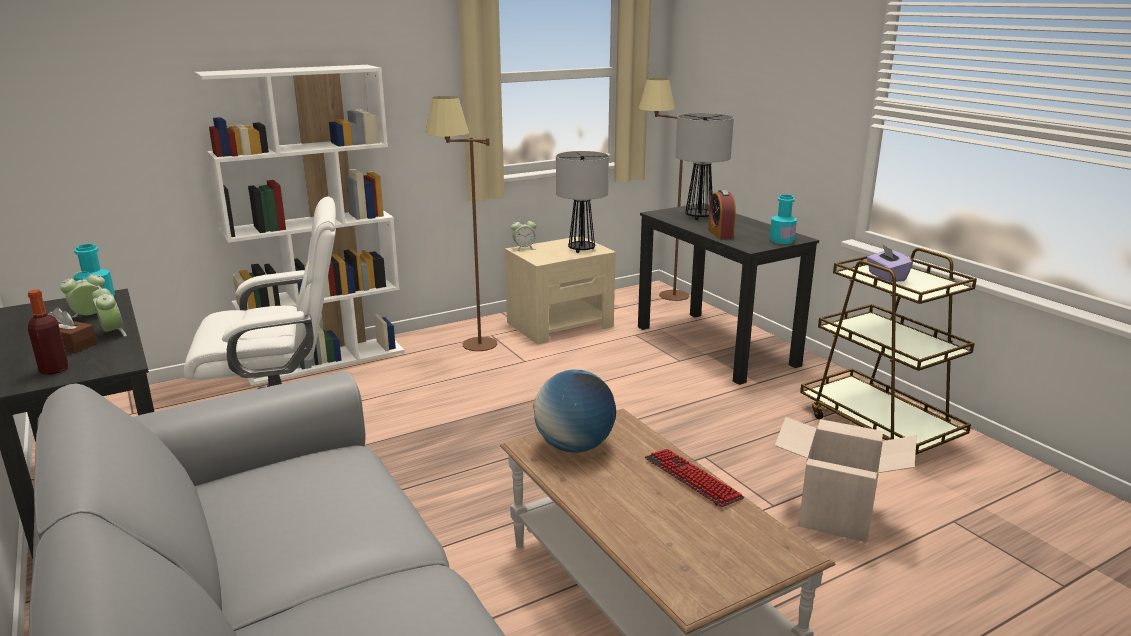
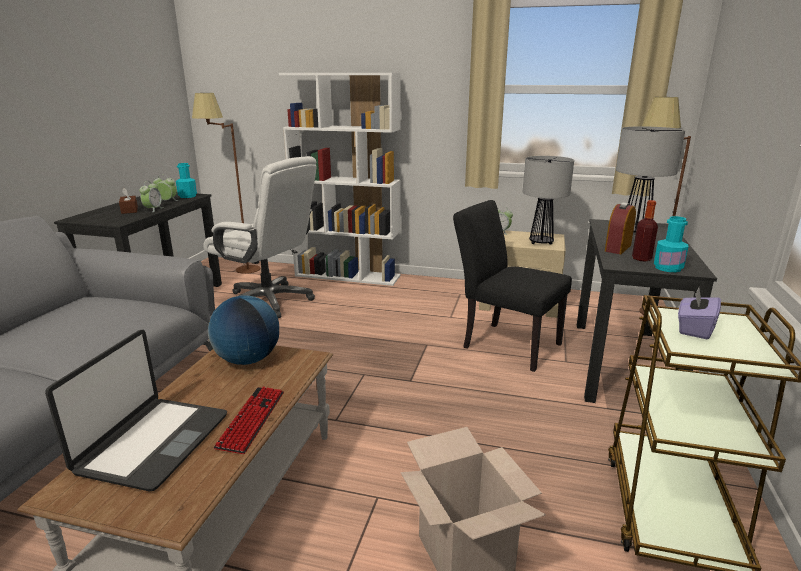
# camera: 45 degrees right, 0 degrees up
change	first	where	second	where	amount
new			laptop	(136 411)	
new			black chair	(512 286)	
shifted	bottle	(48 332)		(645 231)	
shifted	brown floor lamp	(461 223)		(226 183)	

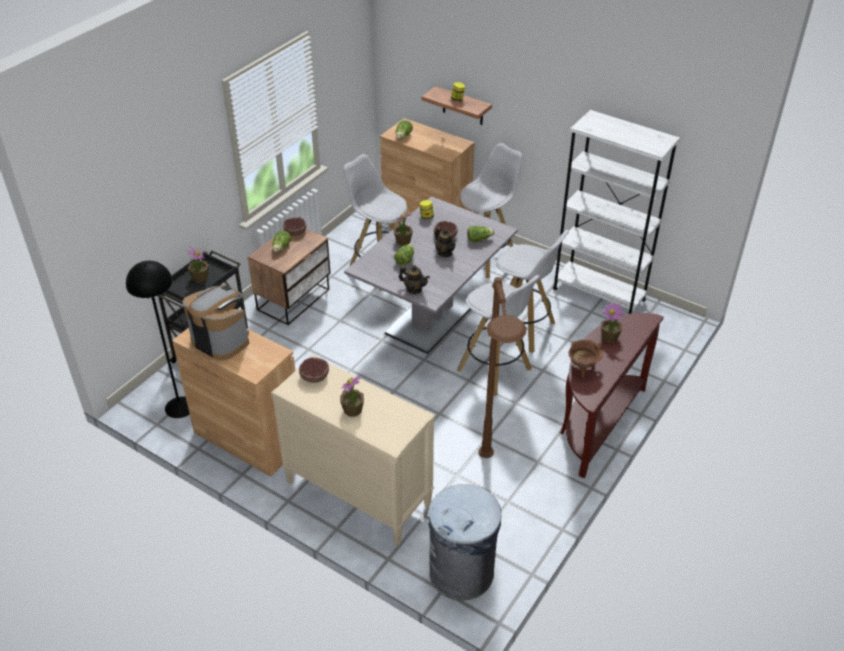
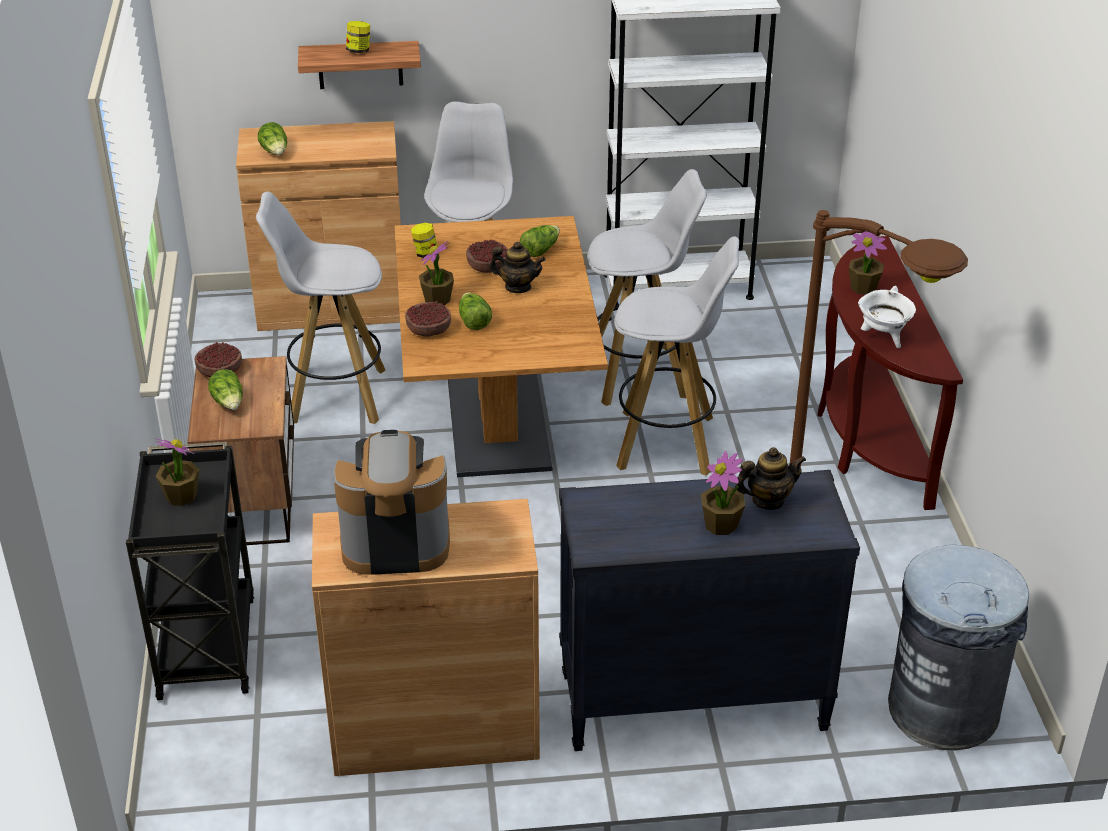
# camera: 40 degrees left, 5 degrees down
change	first	where	second	where	amount
gone	black floor lamp	(157 339)			
shifted	bowl	(314 370)		(428 319)	
shifted	teapot	(414 279)		(770 478)	
repainted	beige dresser	(353 450)	black dresser	(709 610)	
repainted	grey dining table	(431 275)	brown dining table	(501 346)	
repainted	brown cooking pot	(585 359)	white cooking pot	(887 317)	

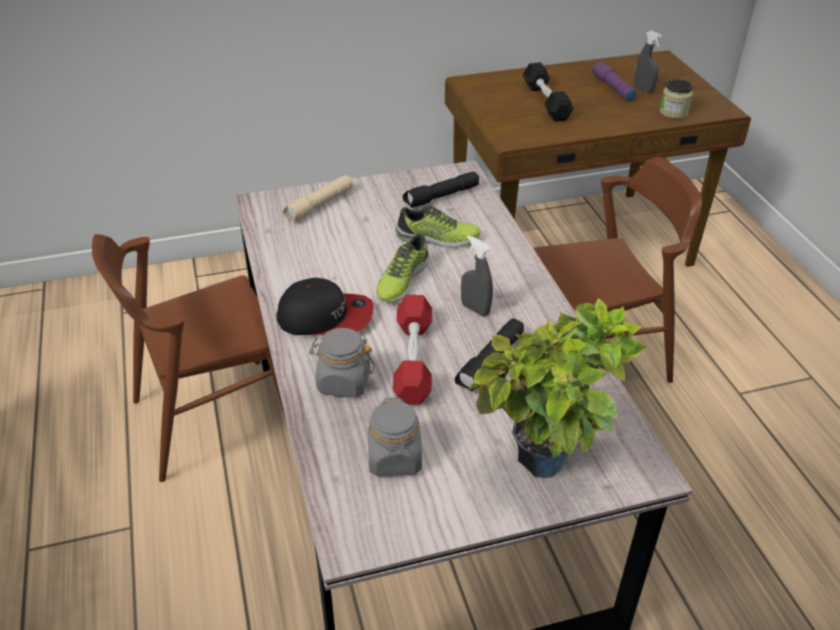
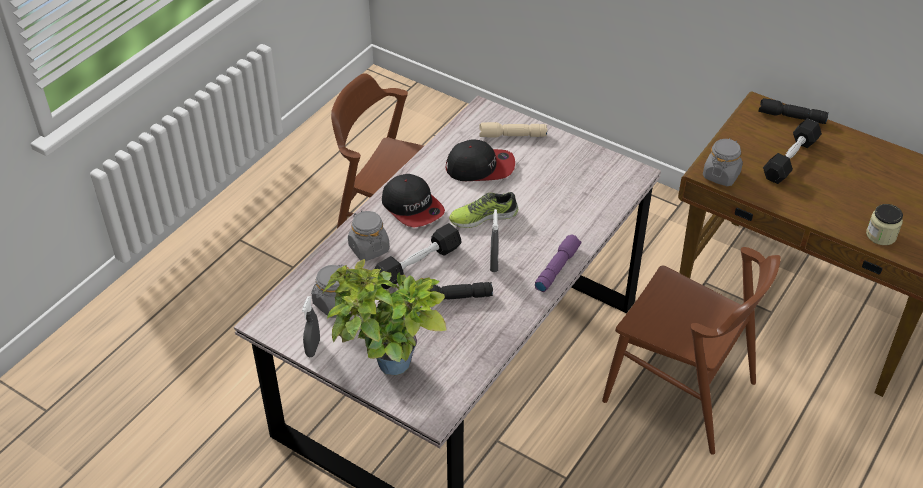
# camera: 50 degrees right, 5 degrees up
change	first	where	second	where	amount
gone	shoe	(438 226)			
new			cap	(480 160)	
new			grey jar	(723 162)	
shifted	black flashlight	(441 190)		(793 111)	
shifted	purple flashlight	(614 81)		(558 263)	
shifted	grey spray bottle	(648 61)		(311 326)	
repainted	red dumbbell	(412 350)	black dumbbell	(418 256)	

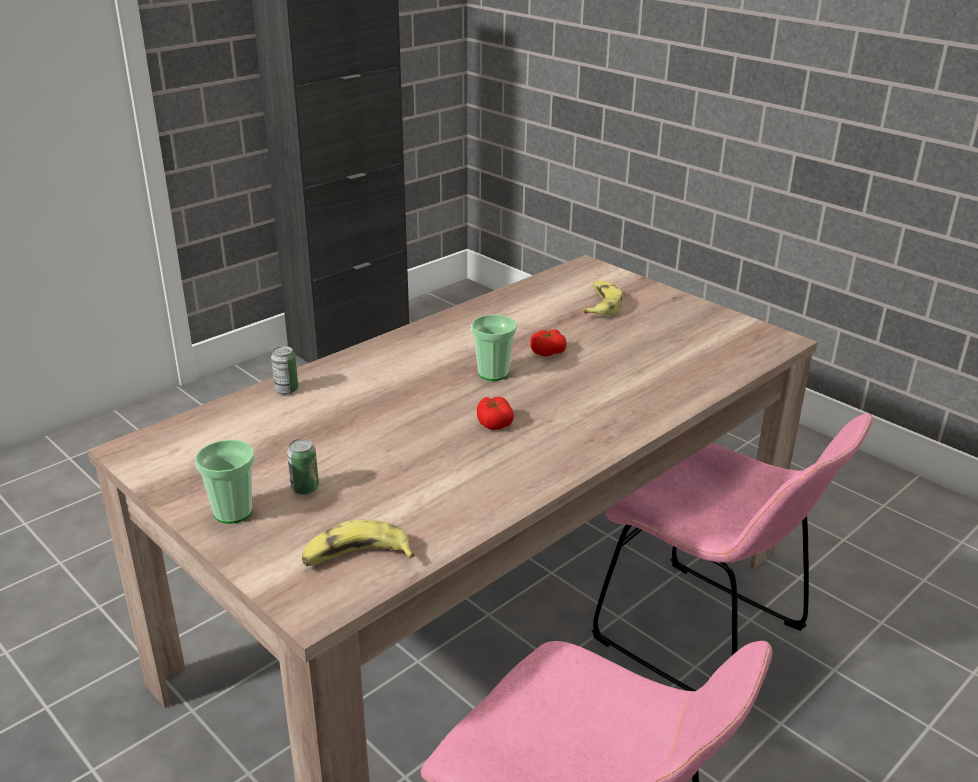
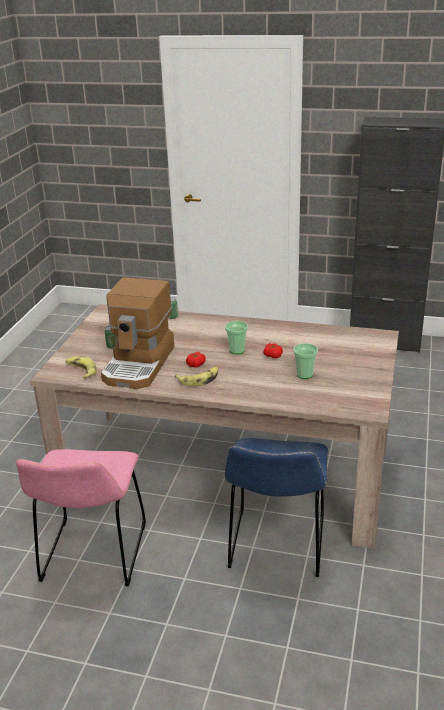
# camera: 60 degrees right, 0 degrees up
change	first	where	second	where	amount
new			coffee machine	(137 333)	
shifted	cup	(225 482)		(305 361)	
shifted	banana	(602 298)		(196 376)	
repainted	pink chair	(732 552)	blue chair	(276 507)	

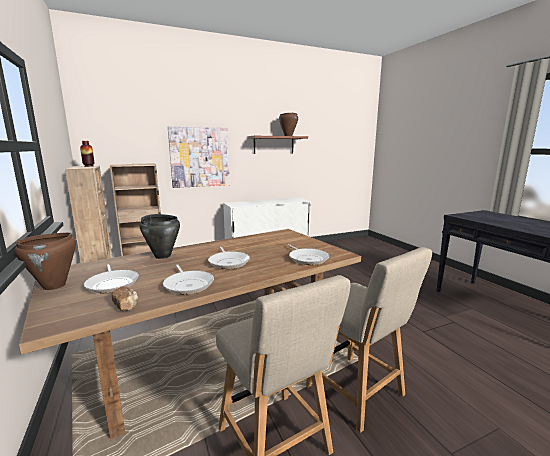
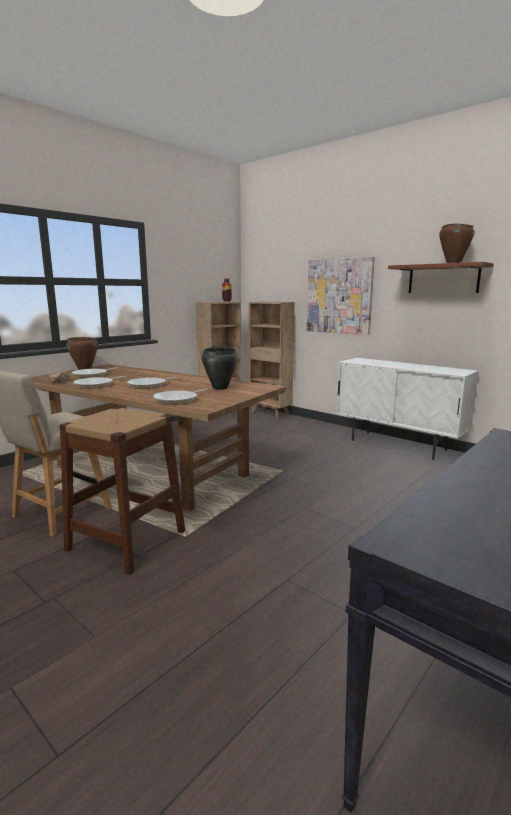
# camera: 65 degrees right, 0 degrees up
change	first	where	second	where	amount
shifted	black cooking pot	(159 236)		(219 368)	
swapped	beige chair	(368 340)	brown stool	(122 491)	

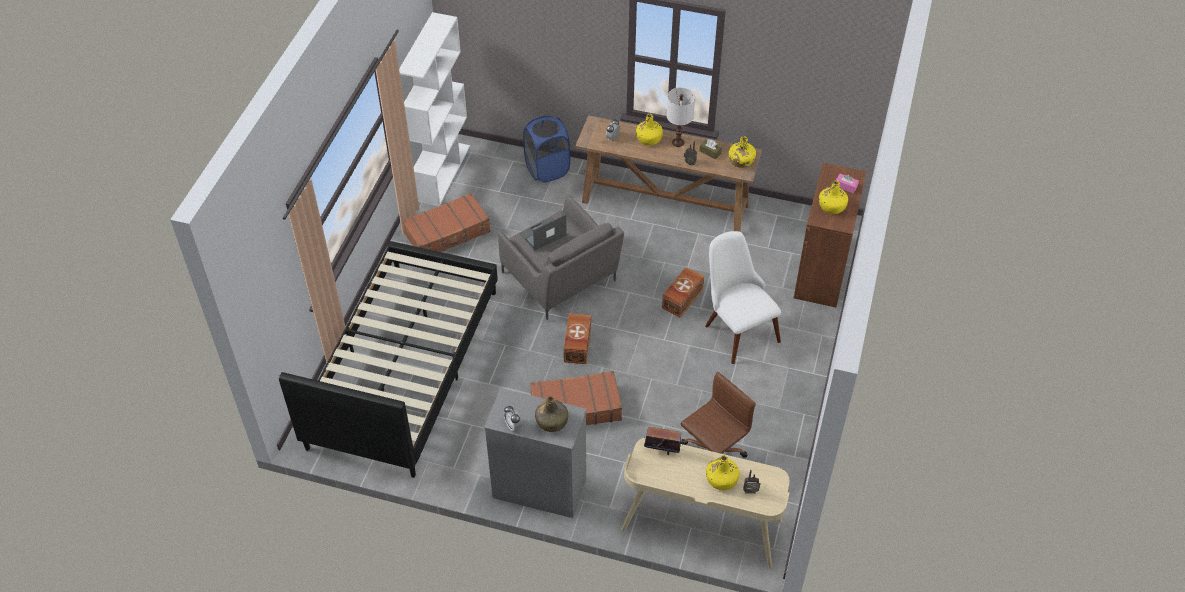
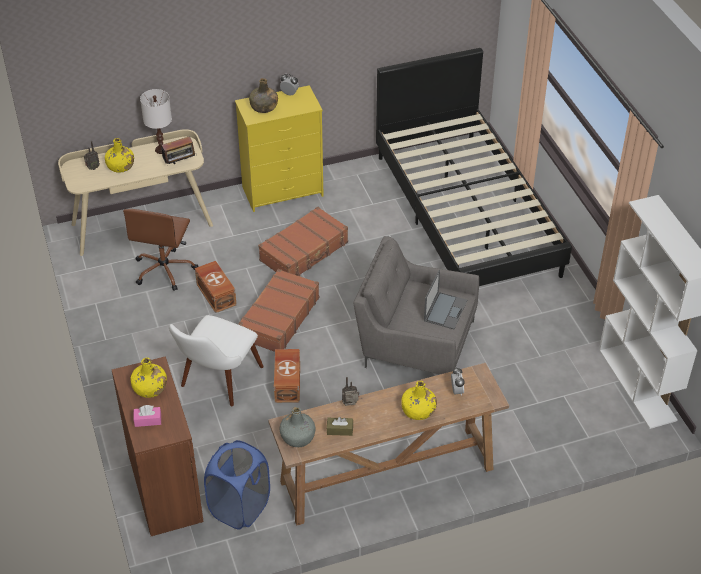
# camera: 145 degrees right, 5 degrees down
change	first	where	second	where	amount
shifted	brown suitcase	(447 222)		(279 310)	
shifted	blue laundry basket	(546 149)		(237 485)	
shifted	brown storage box	(577 338)		(216 287)	
shifted	white table lamp	(681 117)		(156 121)	
repainted	grey dresser	(535 453)	yellow dresser	(279 148)	
repainted	yellow bottle	(742 152)	grey bottle	(297 427)	
rotated	white chair	(743 297)		(216 360)	90 degrees clockwise

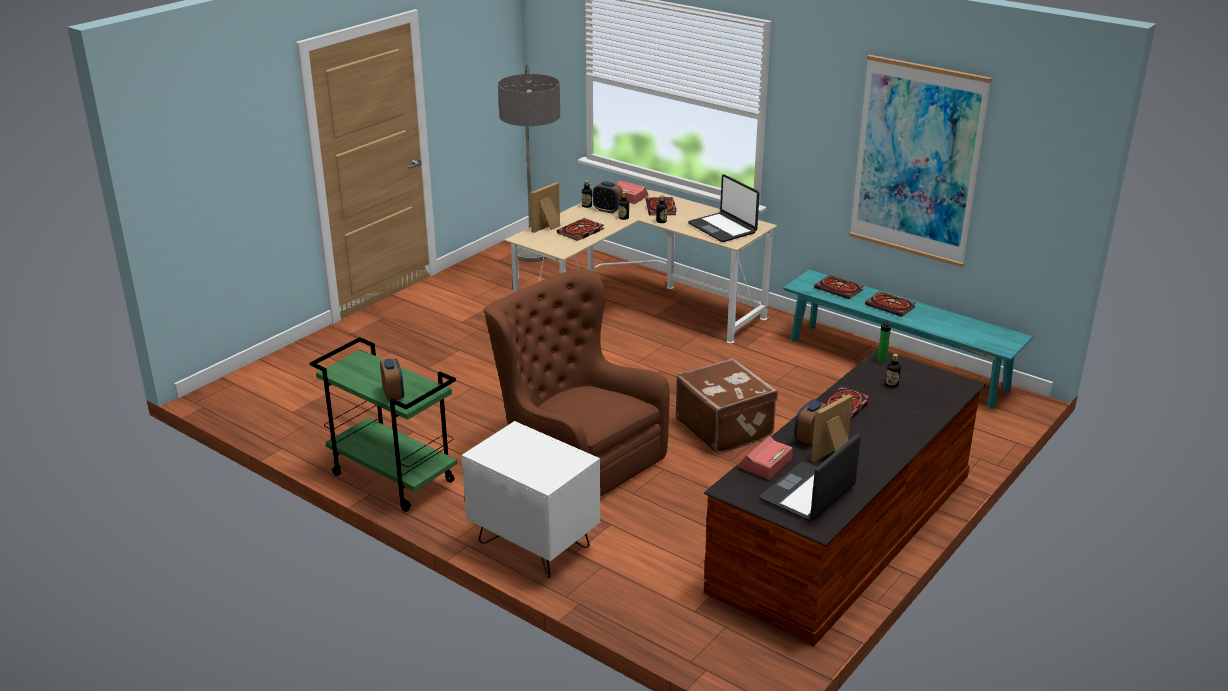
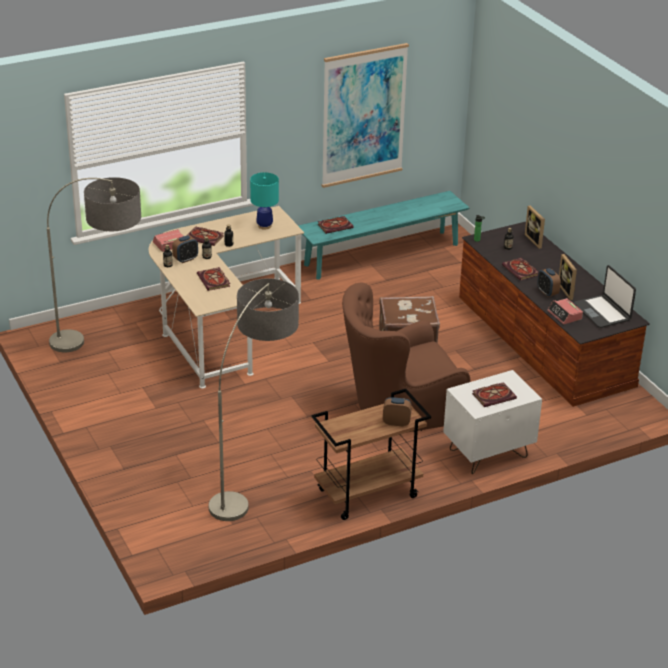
# camera: 65 degrees left, 5 degrees up
change	first	where	second	where	amount
new			floor lamp	(254 399)	
shifted	picture frame	(545 207)		(535 227)	
shifted	book	(890 304)		(494 394)	
swapped	laptop	(723 208)	turquoise table lamp	(264 201)	
repainted	green cart	(383 424)	brown cart	(371 454)	

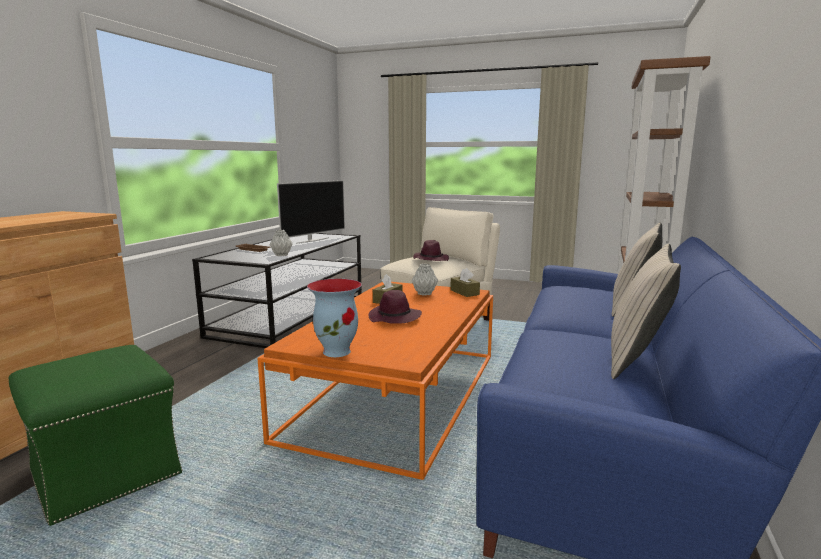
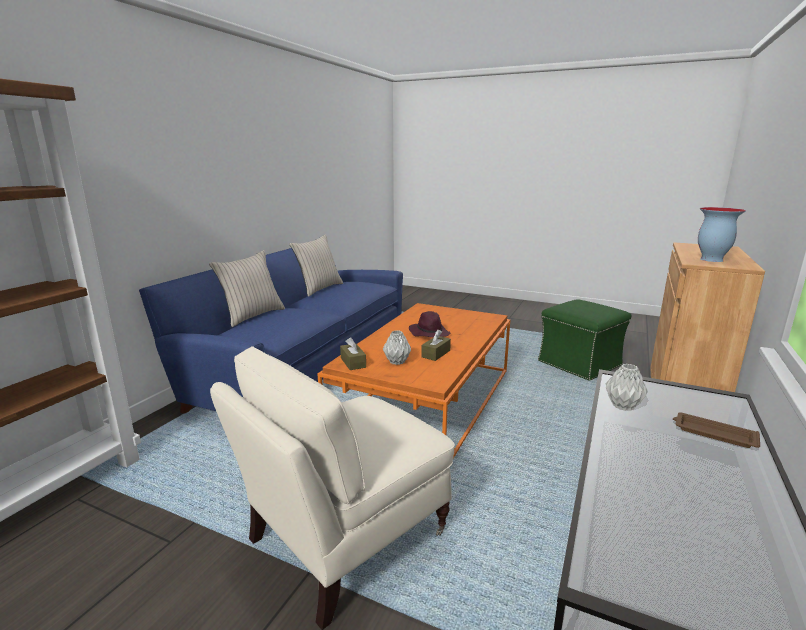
# camera: 175 degrees left, 5 degrees up
change	first	where	second	where	amount
gone	television	(311 212)			
gone	purple hat	(431 250)			
shifted	vase	(334 318)		(722 234)	

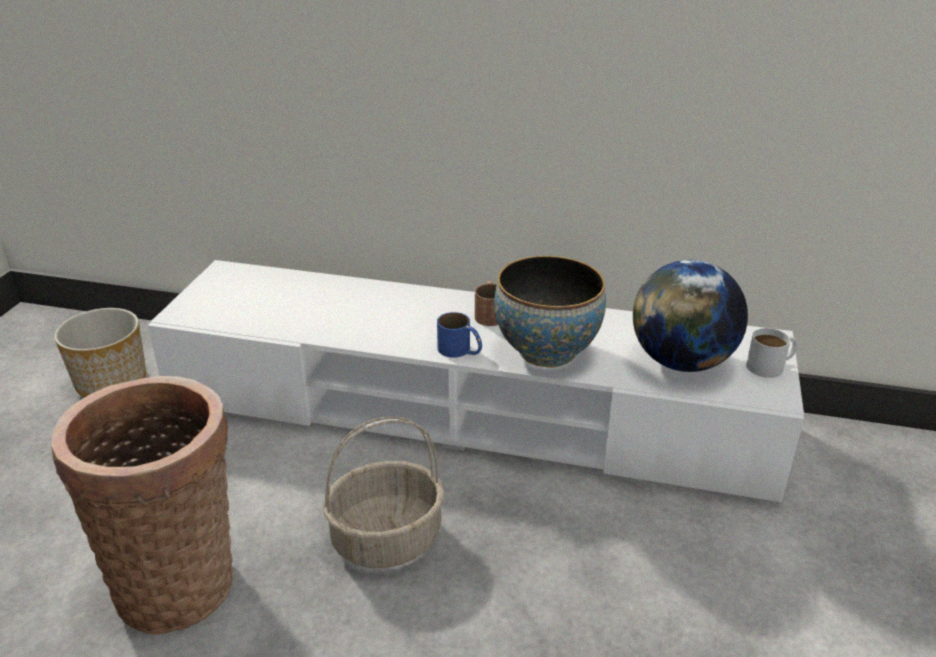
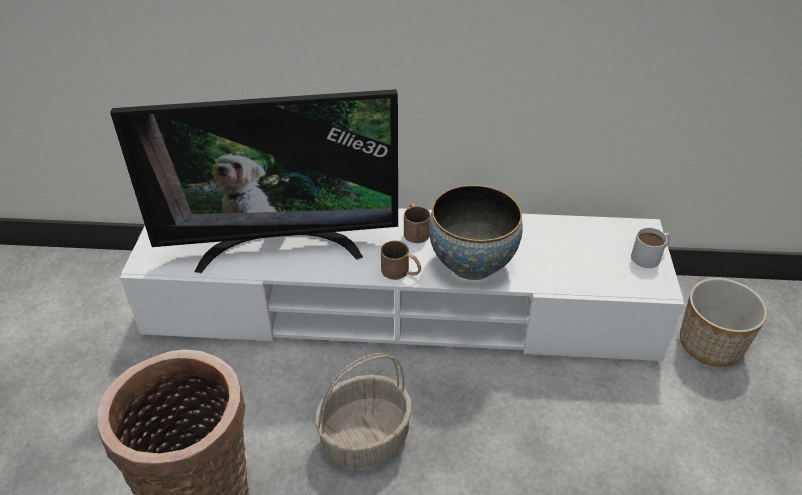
# camera: 10 degrees left, 10 degrees up
change	first	where	second	where	amount
gone	globe	(690 316)			
new			television	(254 181)	
shifted	planter	(100 353)		(723 322)	
repainted	blue mug	(459 335)	brown mug	(401 260)	

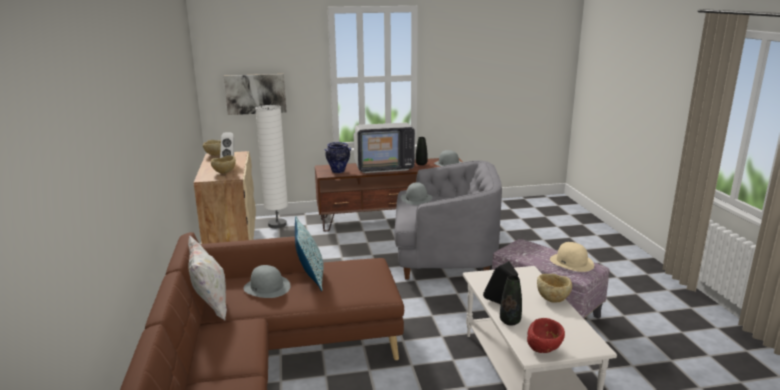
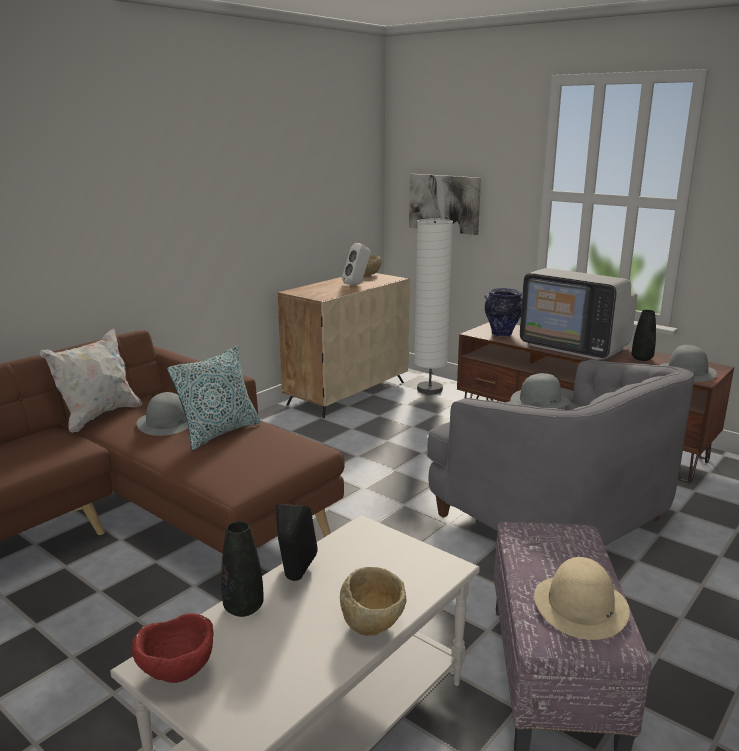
# camera: 50 degrees right, 0 degrees up
change	first	where	second	where	amount
gone	beige bowl	(223 164)			

